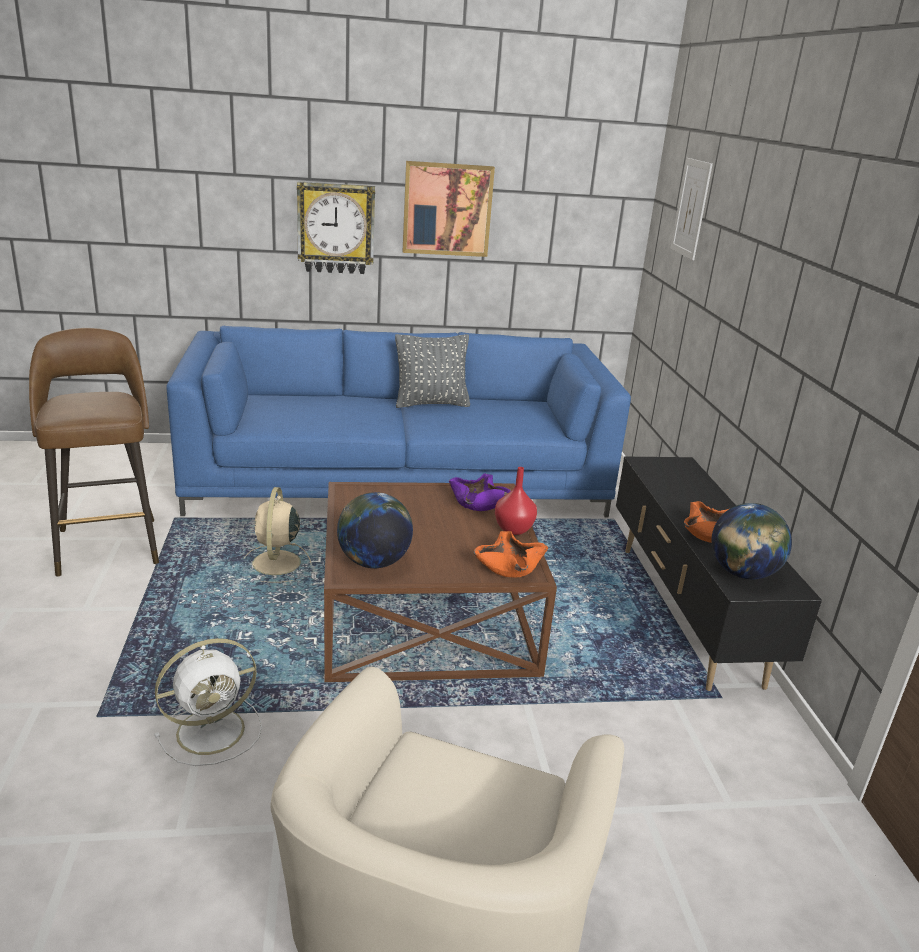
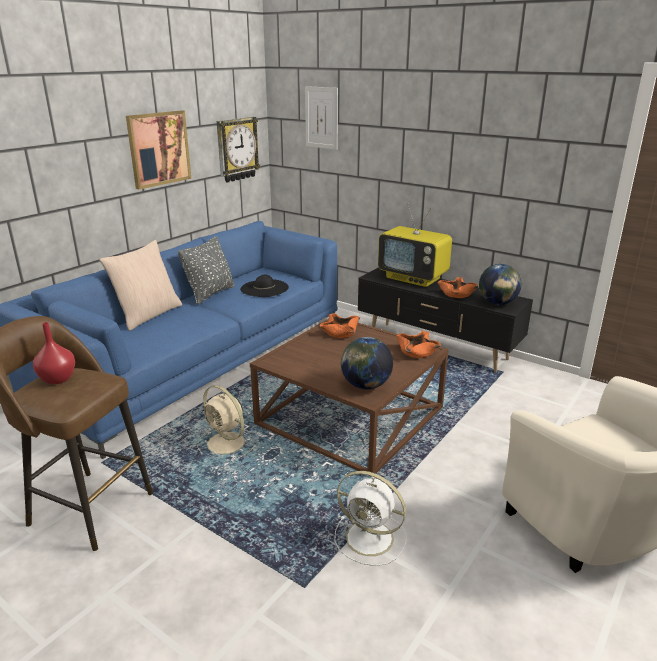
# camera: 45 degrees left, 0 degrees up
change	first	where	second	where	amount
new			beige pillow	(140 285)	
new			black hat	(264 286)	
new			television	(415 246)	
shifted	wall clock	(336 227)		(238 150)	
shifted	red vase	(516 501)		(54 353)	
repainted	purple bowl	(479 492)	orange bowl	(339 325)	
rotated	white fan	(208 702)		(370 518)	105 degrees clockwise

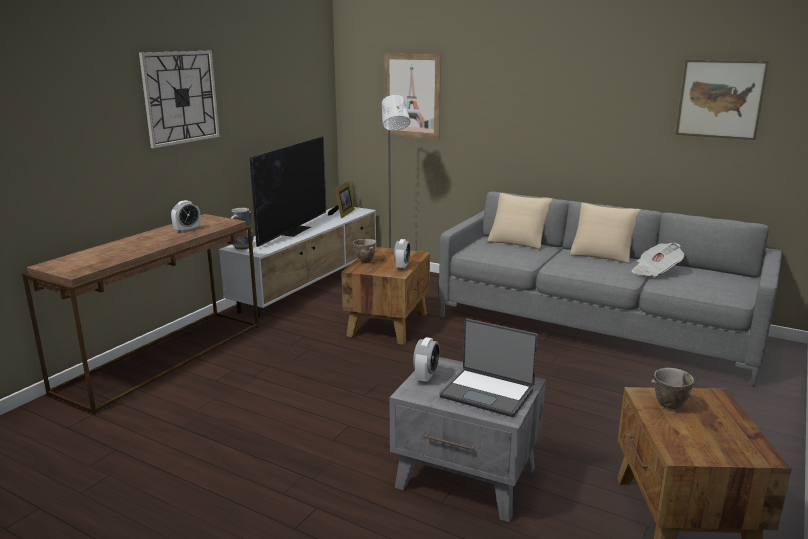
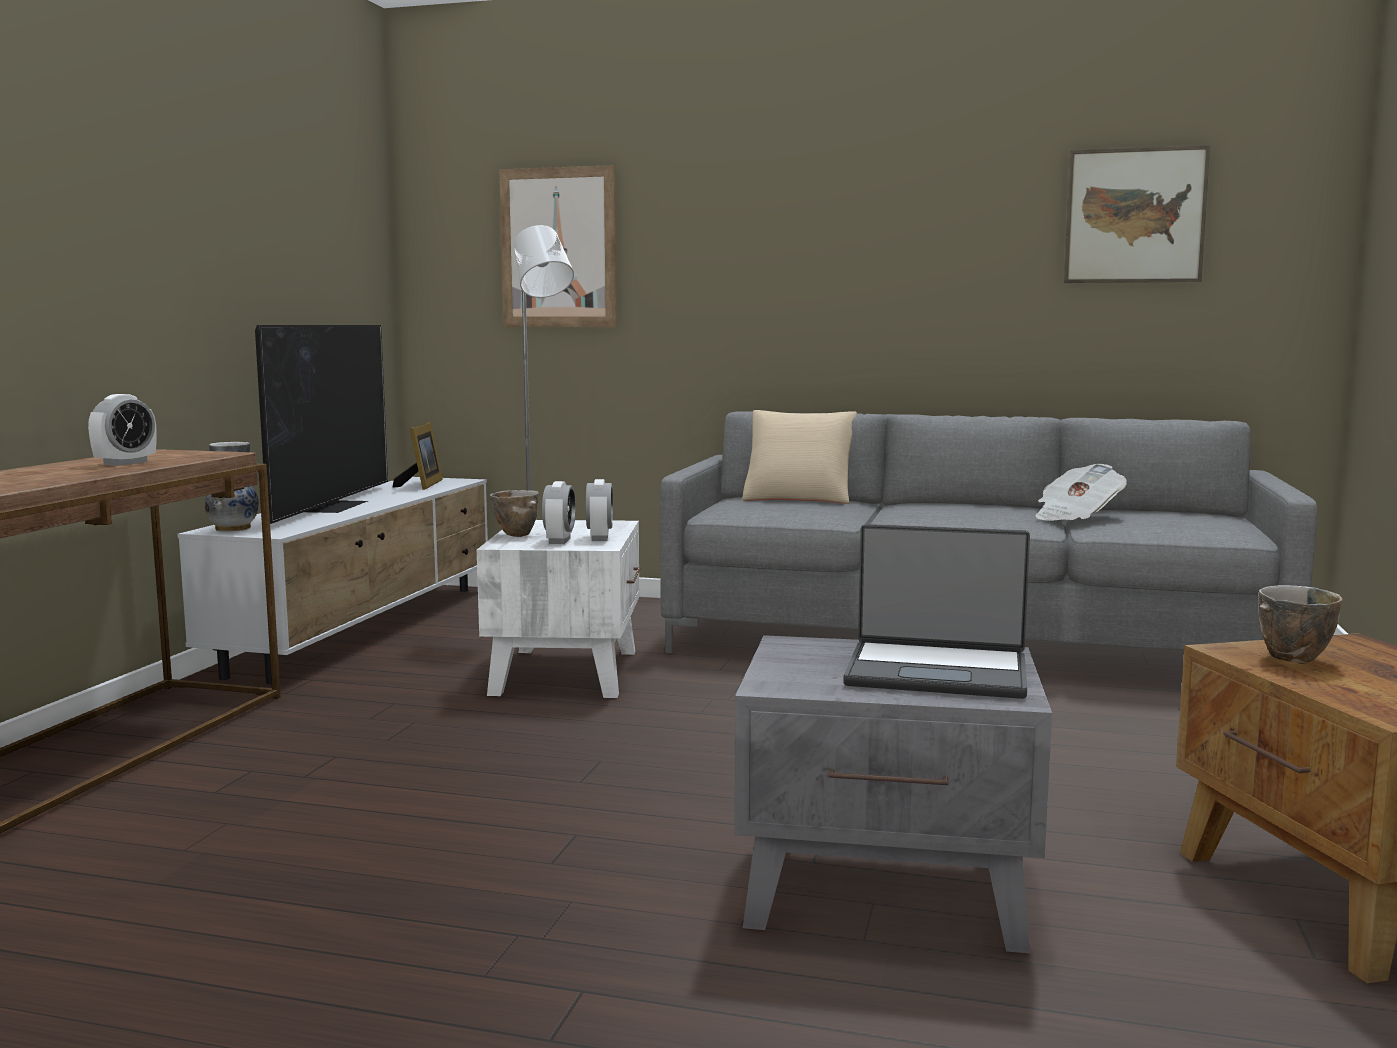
# camera: 15 degrees left, 10 degrees down
change	first	where	second	where	amount
gone	wall clock	(179 99)			
gone	beige pillow	(605 233)			
shifted	alarm clock	(426 360)		(559 512)	
repainted	brown side table	(385 296)	white side table	(559 609)	

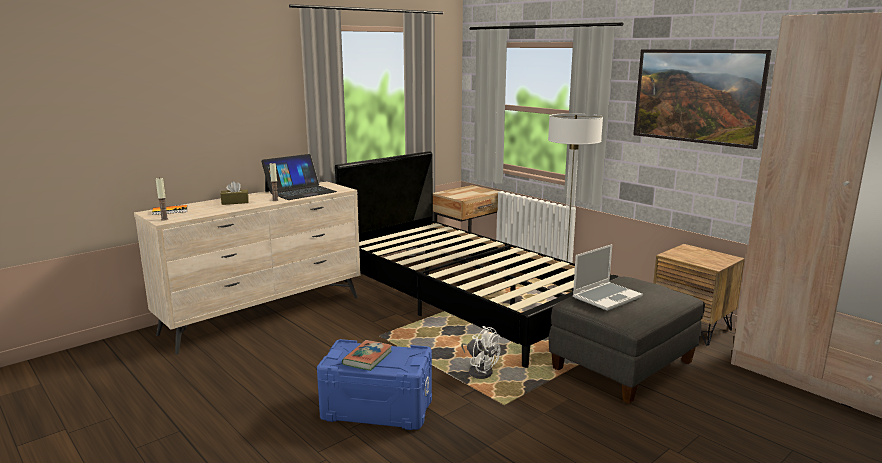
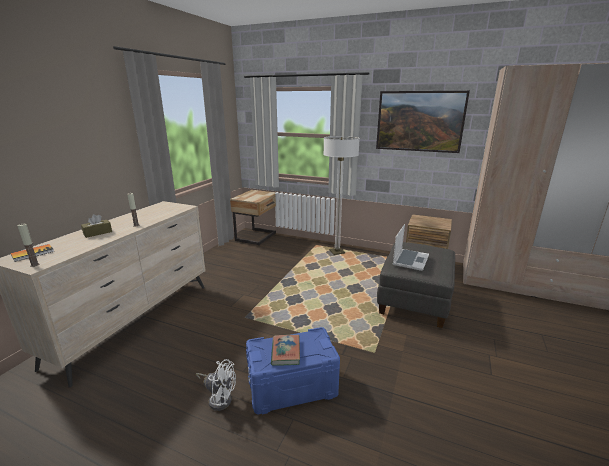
# camera: 25 degrees left, 5 degrees up
change	first	where	second	where	amount
gone	laptop	(299 177)			
gone	black bed	(477 259)			
shifted	white fan	(480 352)		(216 385)	

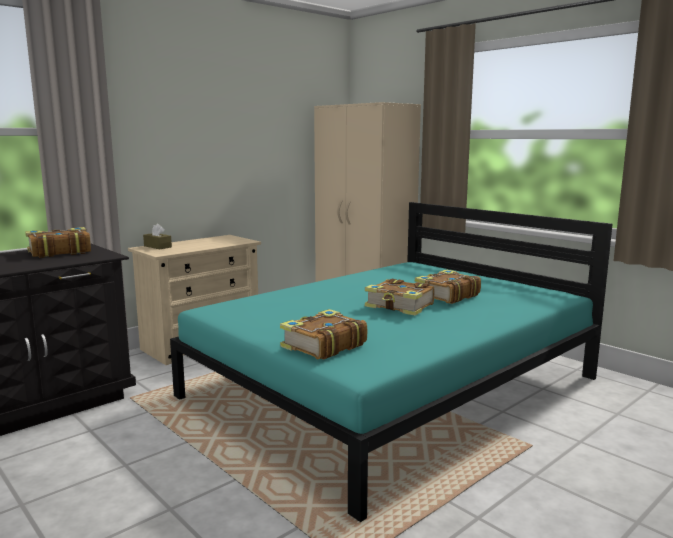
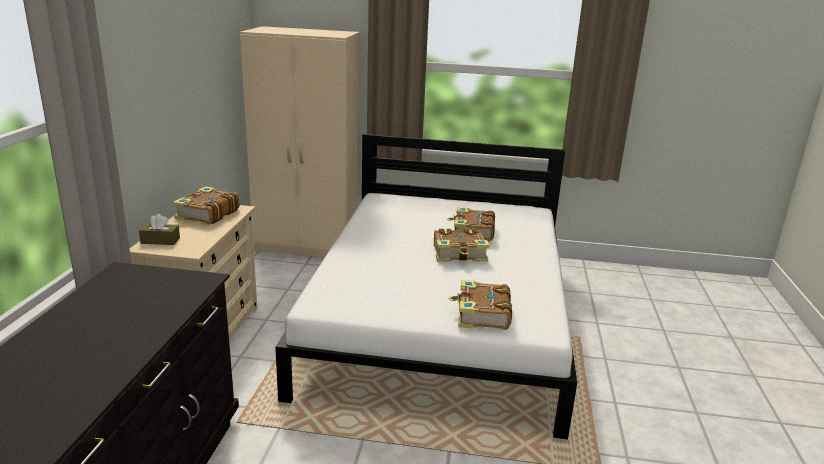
# camera: 40 degrees left, 10 degrees up
change	first	where	second	where	amount
shifted	book	(58 242)		(206 205)	
repainted	turquoise bed	(391 362)	white bed	(426 286)	

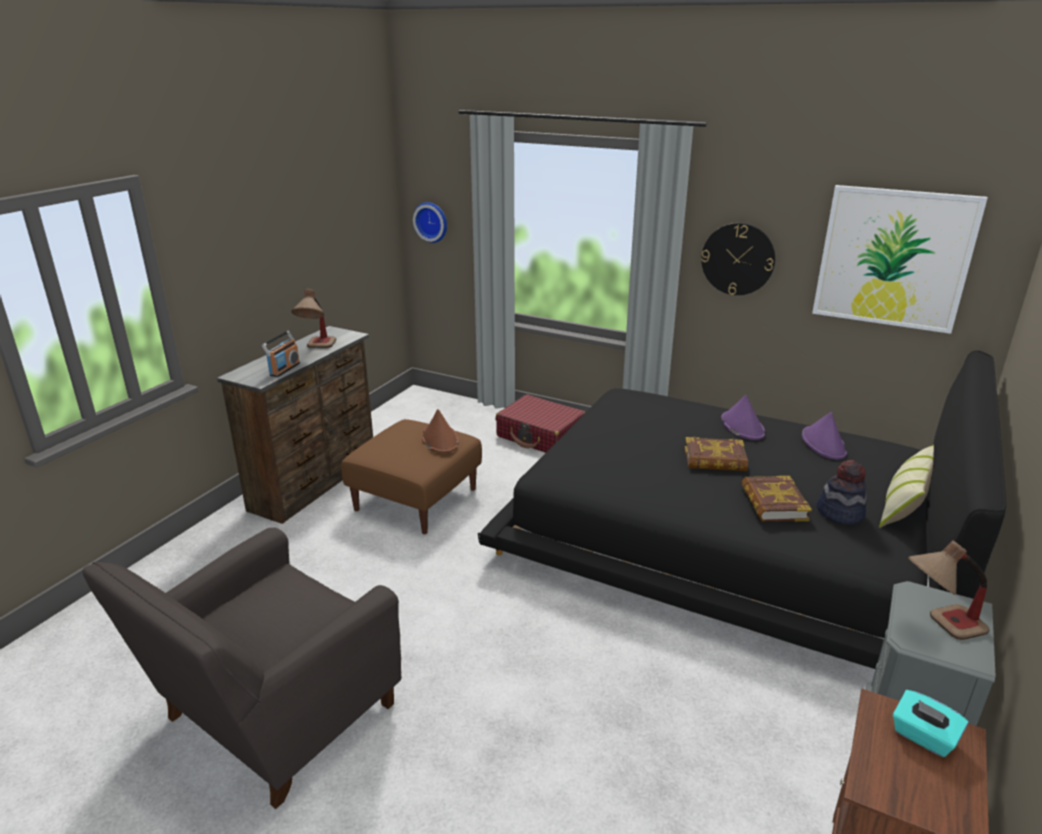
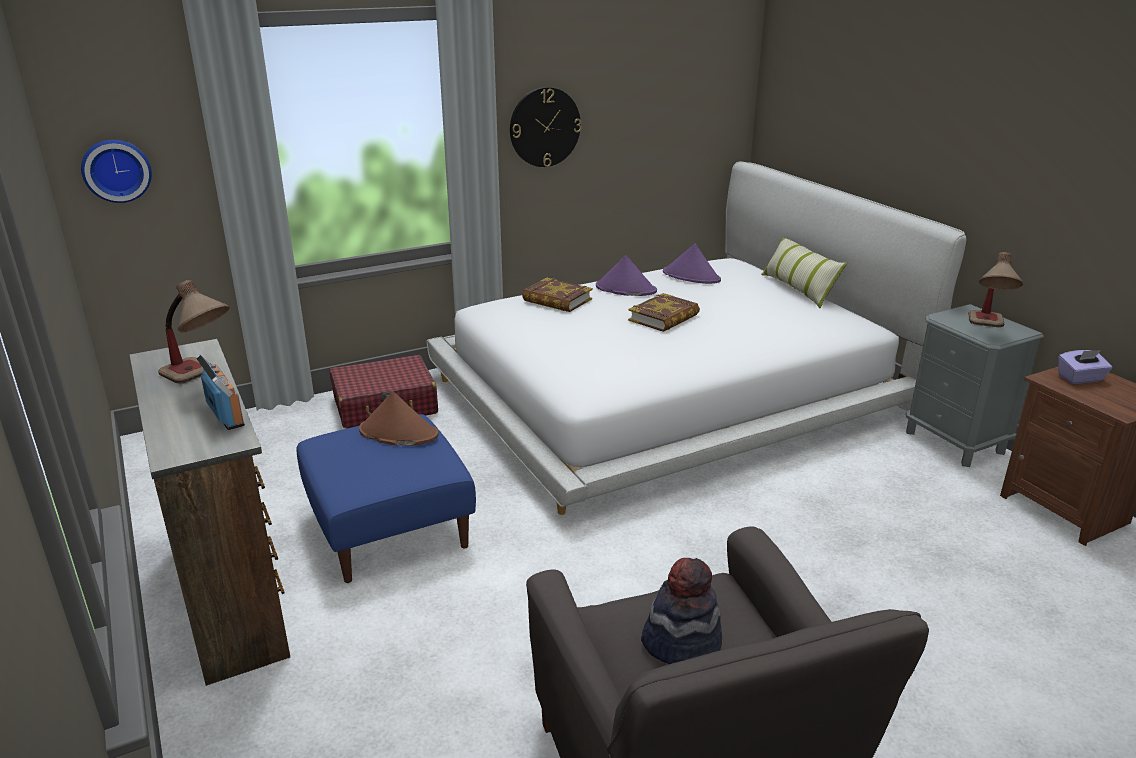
# camera: 55 degrees left, 0 degrees up
change	first	where	second	where	amount
gone	picture	(899 259)			
shifted	book	(776 499)		(557 295)	
shifted	hat	(842 492)		(681 611)	
repainted	brown ottoman	(411 476)	blue ottoman	(386 498)	
repainted	black bed	(742 509)	white bed	(696 338)	
repainted	turquoise tissue box	(930 723)	purple tissue box	(1085 367)	

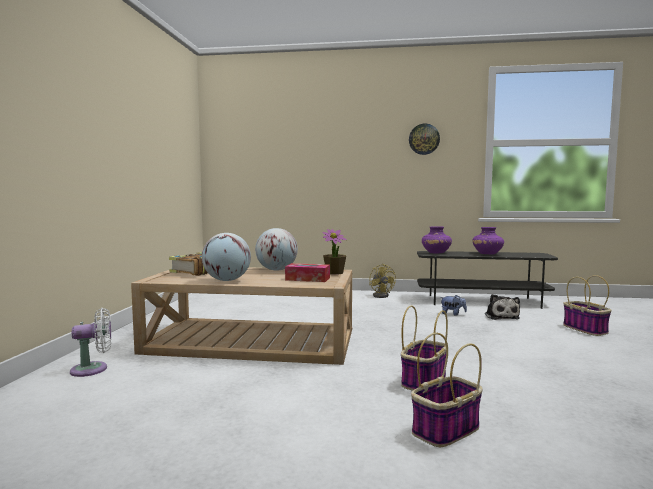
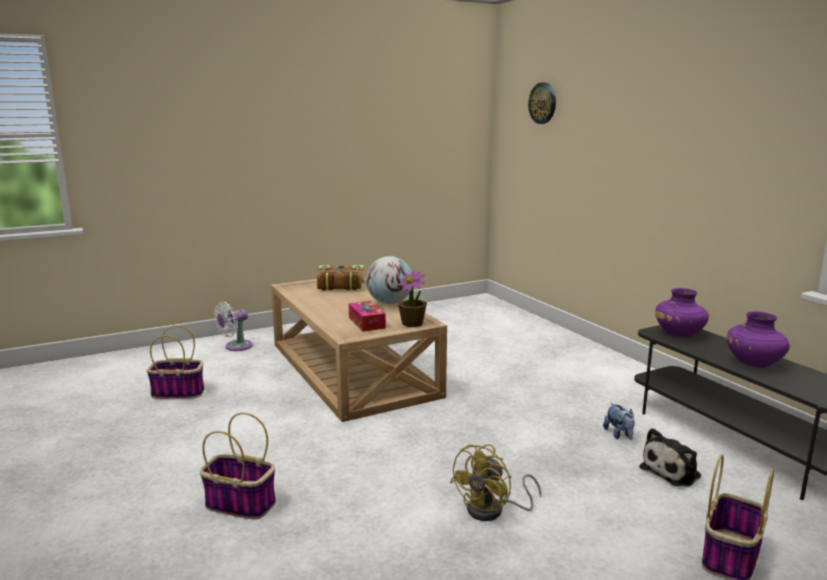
# camera: 55 degrees right, 10 degrees up
change	first	where	second	where	amount
gone	globe	(226 257)			
shifted	yellow fan	(382 281)		(495 482)	
shifted	basket	(424 348)		(175 362)	
shifted	wall clock	(424 139)		(542 103)	
rotated	white fan	(90 342)		(233 326)	105 degrees clockwise

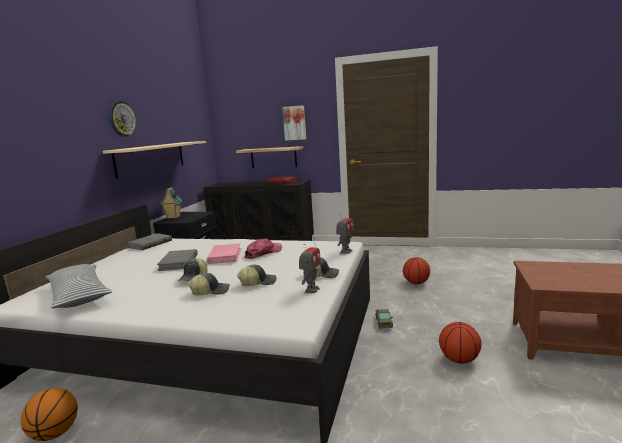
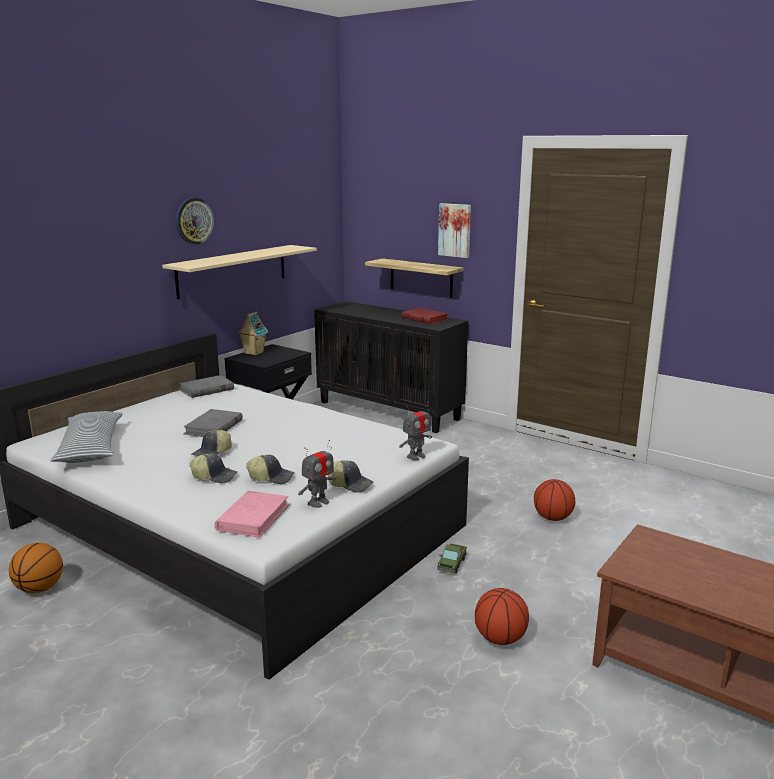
# camera: 20 degrees right, 5 degrees up
change	first	where	second	where	amount
gone	cap	(263 248)			
shifted	pink book	(224 254)		(252 514)	

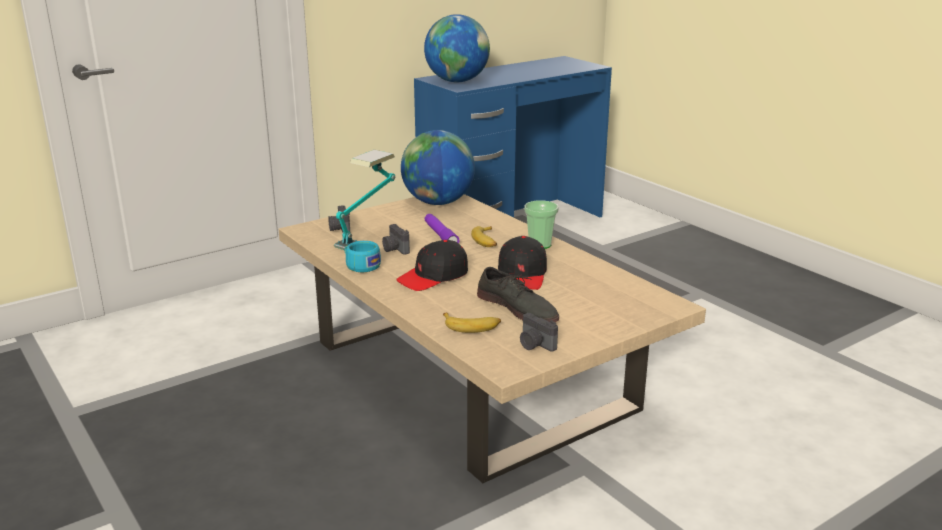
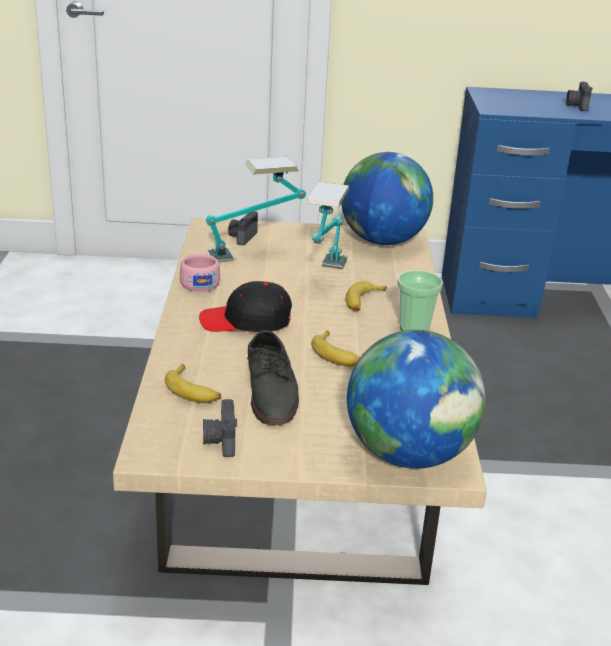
# camera: 35 degrees right, 5 degrees up
change	first	where	second	where	amount
shifted	photo camera	(396 239)		(579 96)	
shifted	globe	(457 48)		(416 399)	
swapped	purple flashlight	(442 228)	table lamp	(328 225)	
swapped	black cap	(522 263)	banana	(335 349)	
repainted	turquoise cup	(362 256)	pink cup	(200 273)	

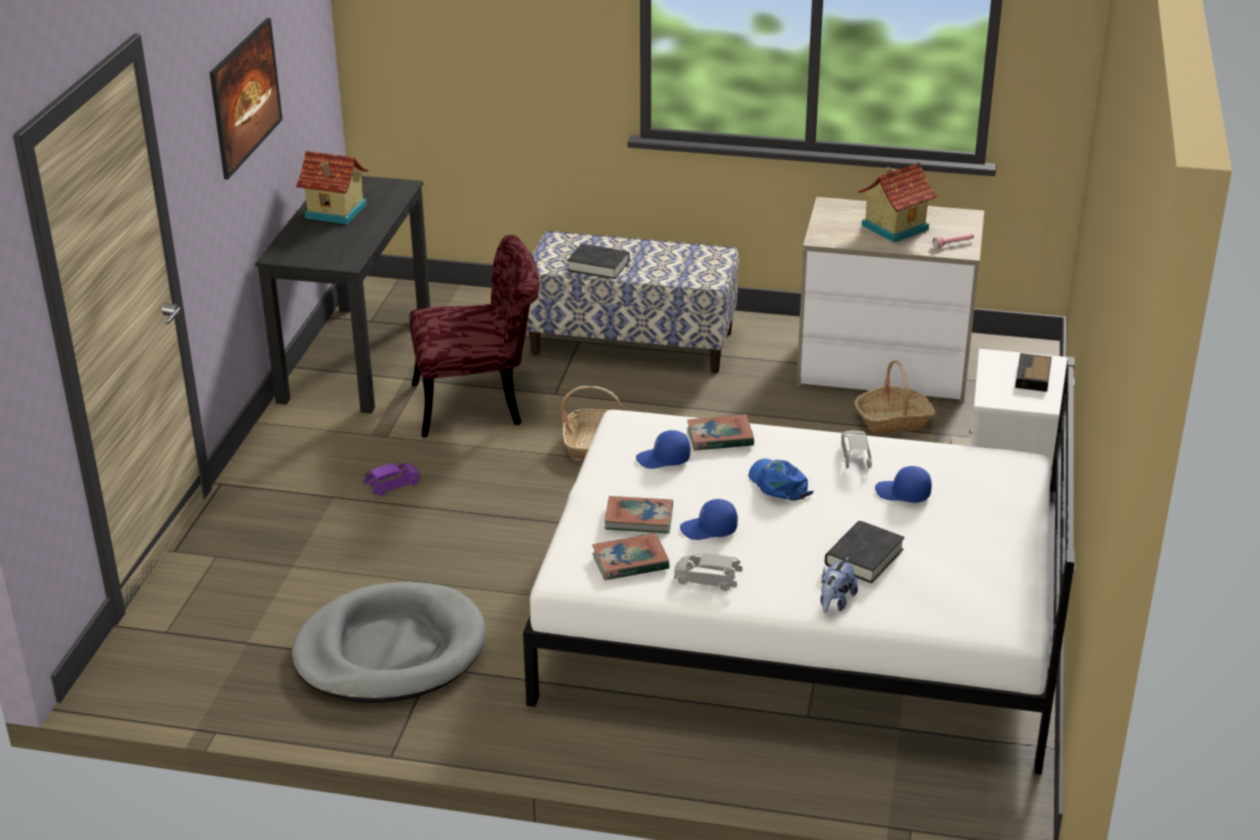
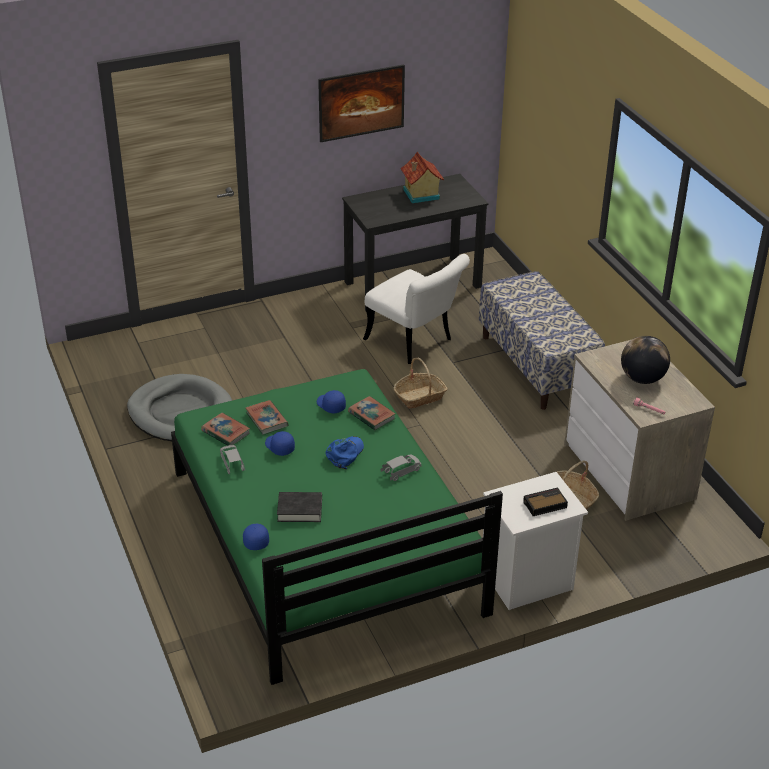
# camera: 55 degrees right, 5 degrees up
change	first	where	second	where	amount
gone	purple toy car	(391 479)			
gone	black book	(598 261)			
gone	plush toy	(839 585)			
shifted	blue cap	(903 484)		(256 537)	
swapped	toy house	(897 202)	globe	(645 360)	
repainted	red chair	(474 336)	white chair	(416 309)	
repainted	white bed	(799 566)	green bed	(337 527)	

